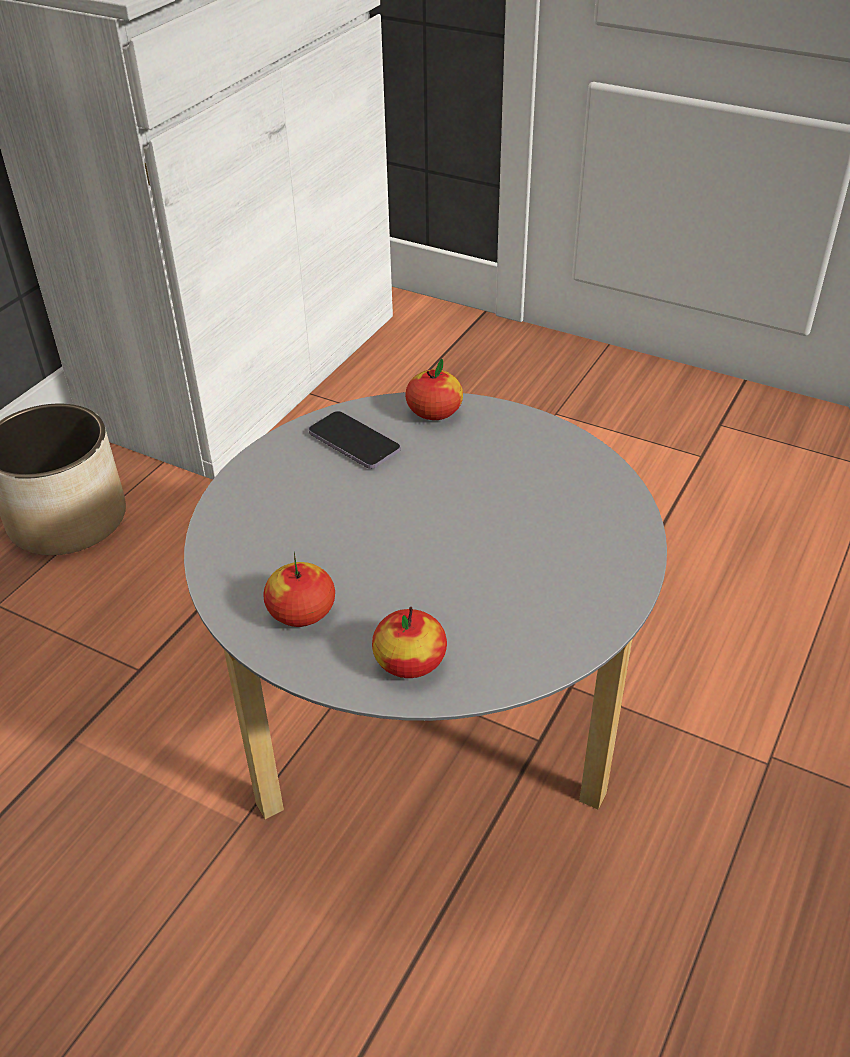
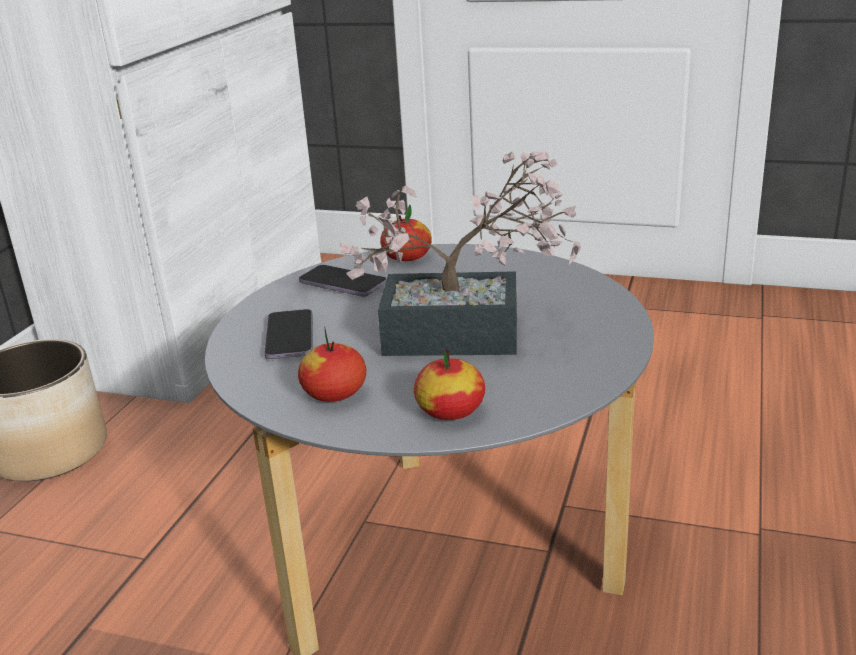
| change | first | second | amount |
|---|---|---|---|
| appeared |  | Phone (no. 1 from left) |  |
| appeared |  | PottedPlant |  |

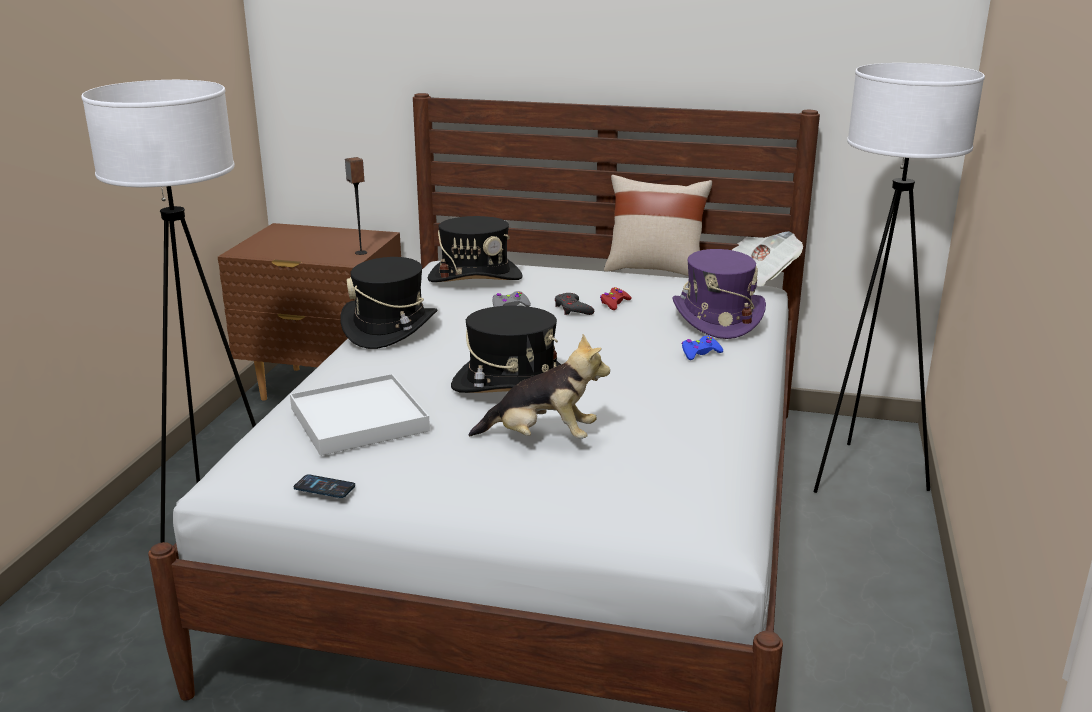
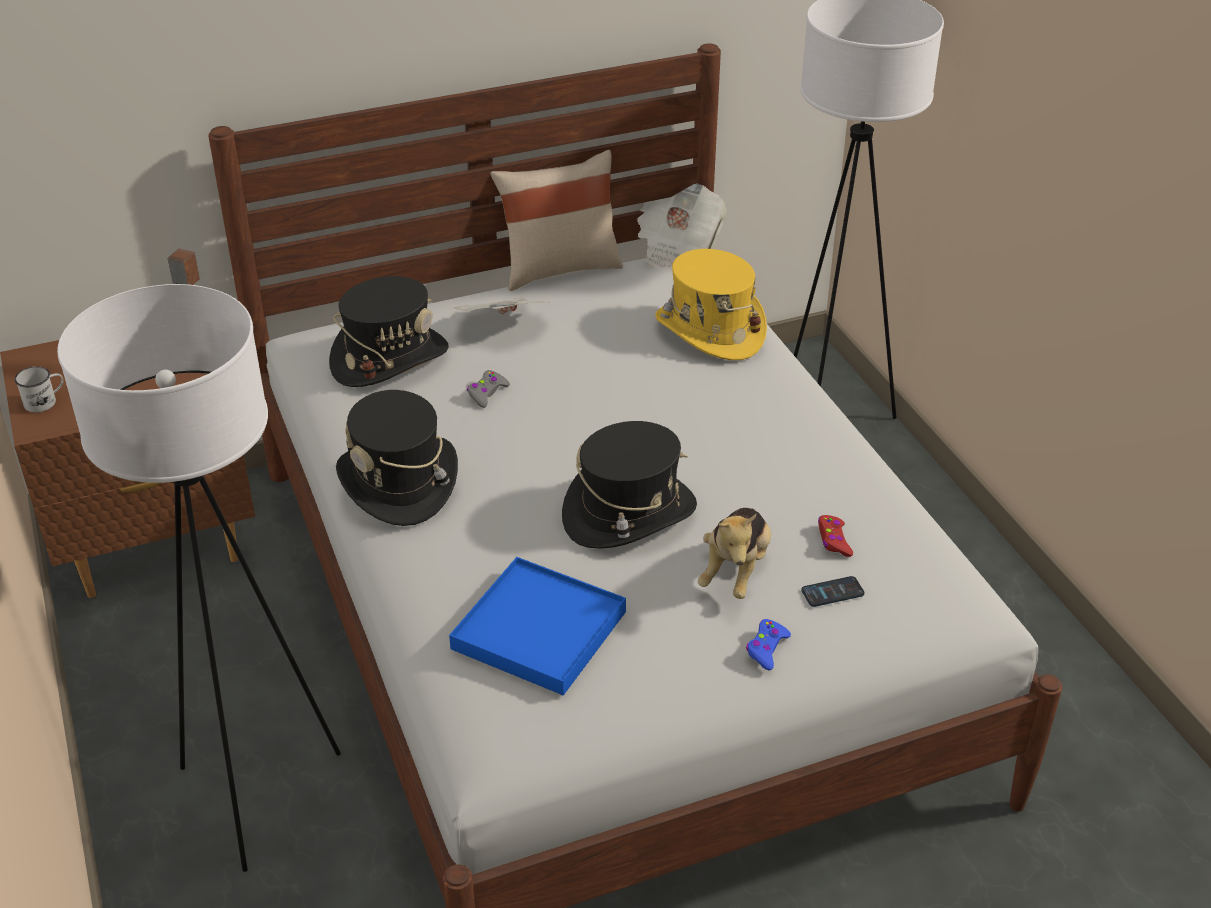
| change | first | second | amount |
|---|---|---|---|
| colour | WhiteTray | BlueTray |  |
| relocated | Phone |  |  |
| spun | PlushToy |  | 135 degrees clockwise |
| missing | GreyGameController (no. 2 from left) |  |  |
| relocated | RedGameController |  |  |
| colour | PurpleHat | YellowHat |  |
| relocated | BlueGameController |  |  |
| appeared |  | WhiteMug |  |
| appeared |  | Newspaper (no. 1 from left) |  |

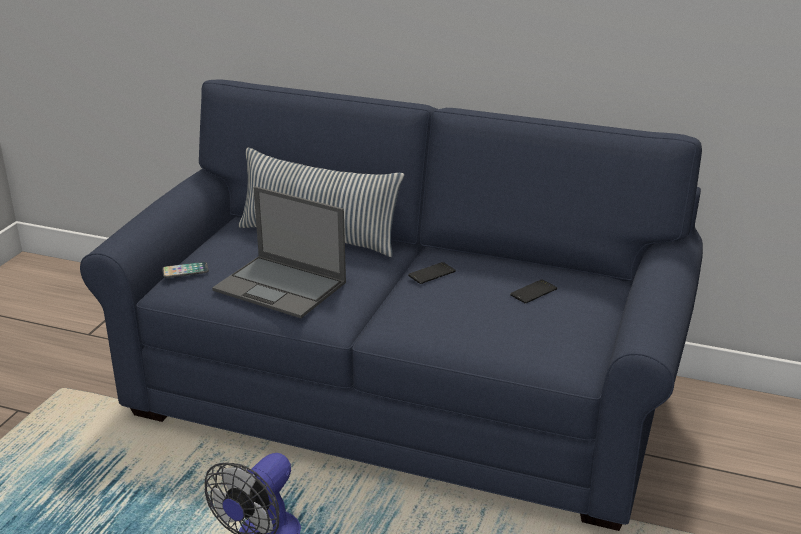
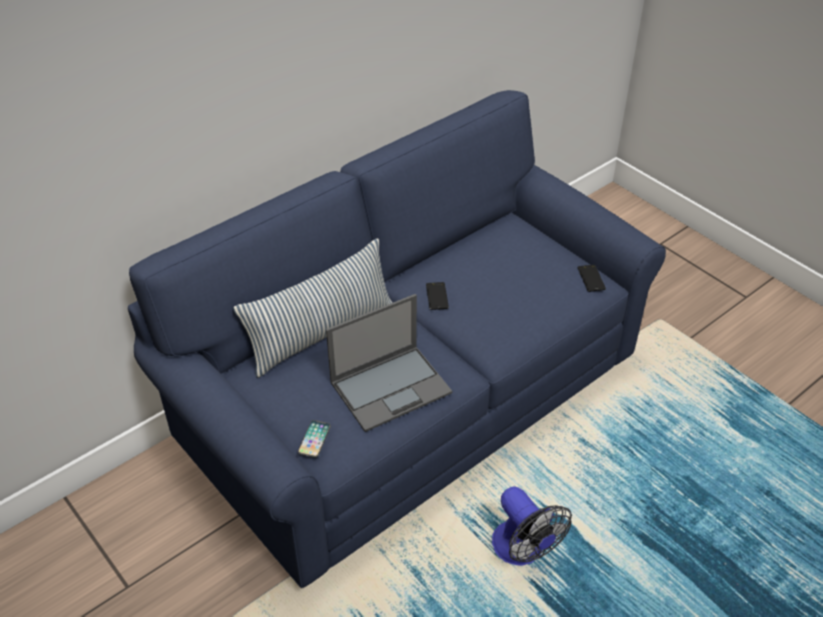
| change | first | second | amount |
|---|---|---|---|
| relocated | Phone (no. 3 from left) |  |  |

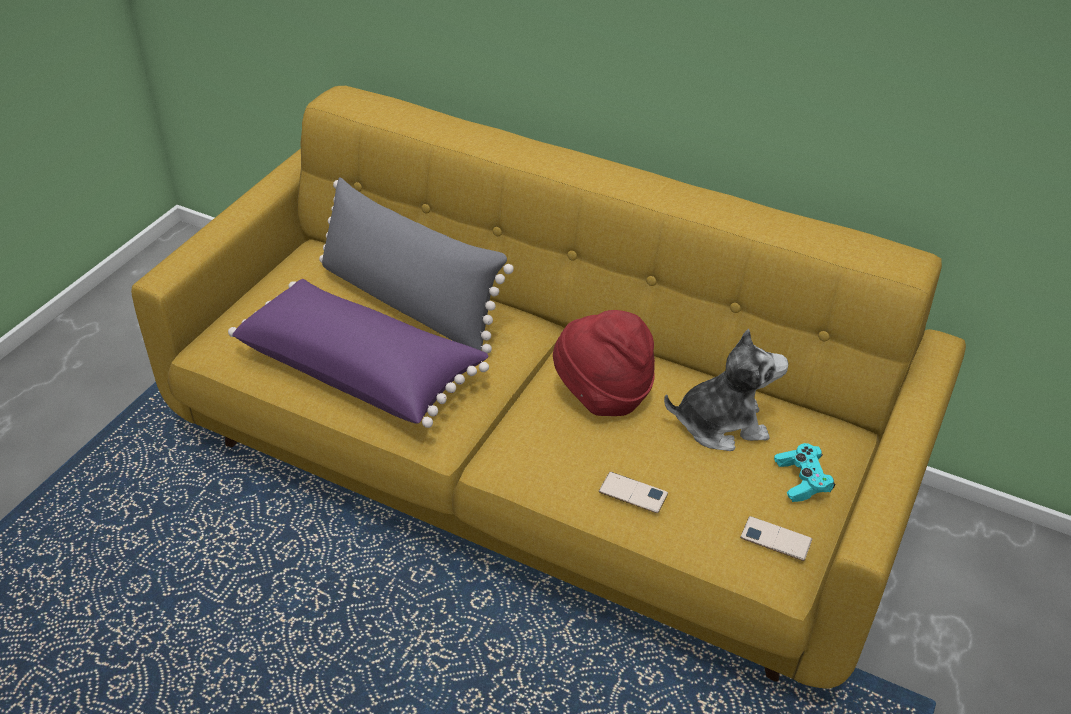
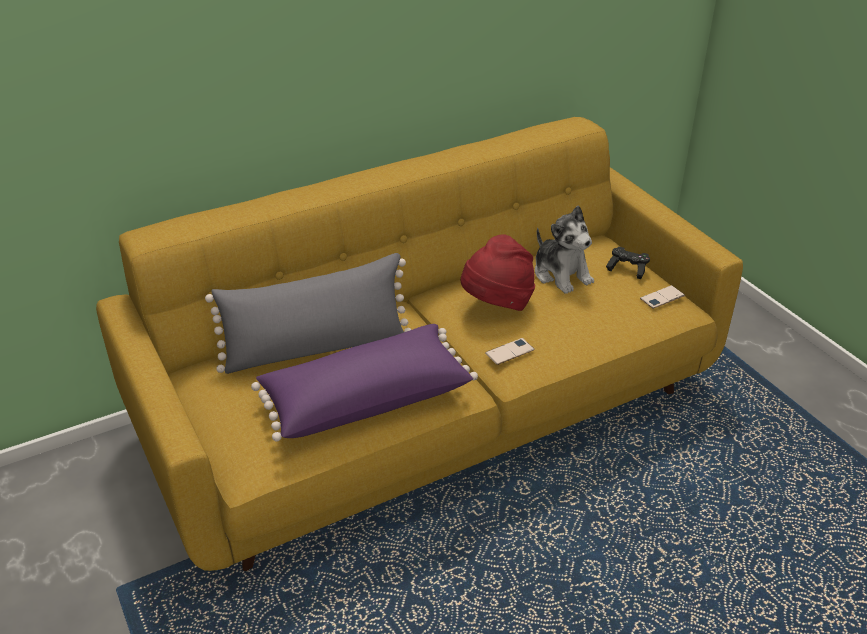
| change | first | second | amount |
|---|---|---|---|
| relocated | Phone (no. 1 from left) |  |  |
| spun | PlushToy |  | 120 degrees clockwise |
| colour | TurquoiseGameController | BlackGameController |  |

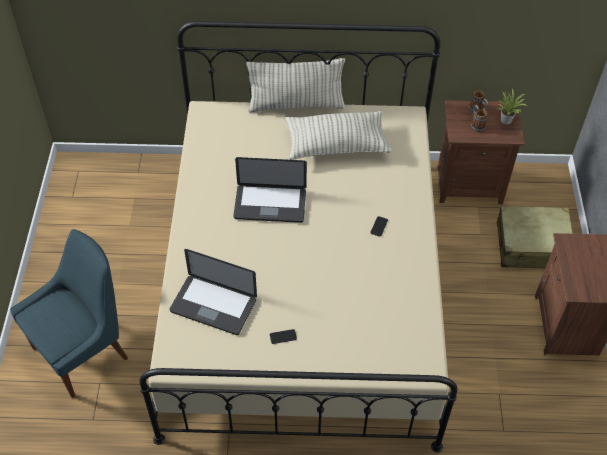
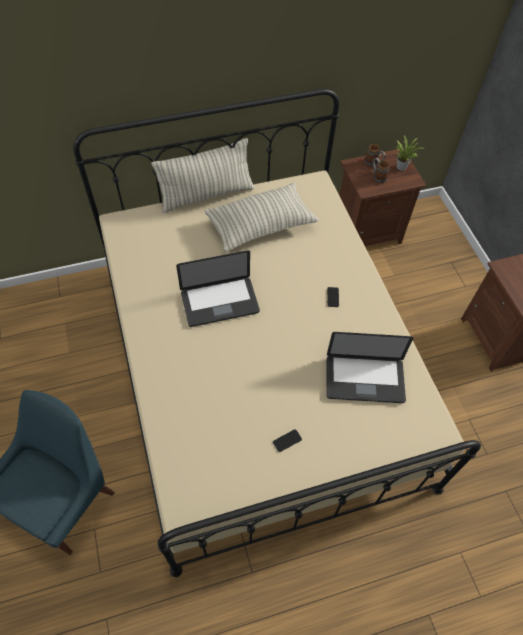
| change | first | second | amount |
|---|---|---|---|
| relocated | Laptop (no. 1 from left in the first image) | Laptop (no. 2 from left) |  |
| missing | BeigeSuitcase |  |  |

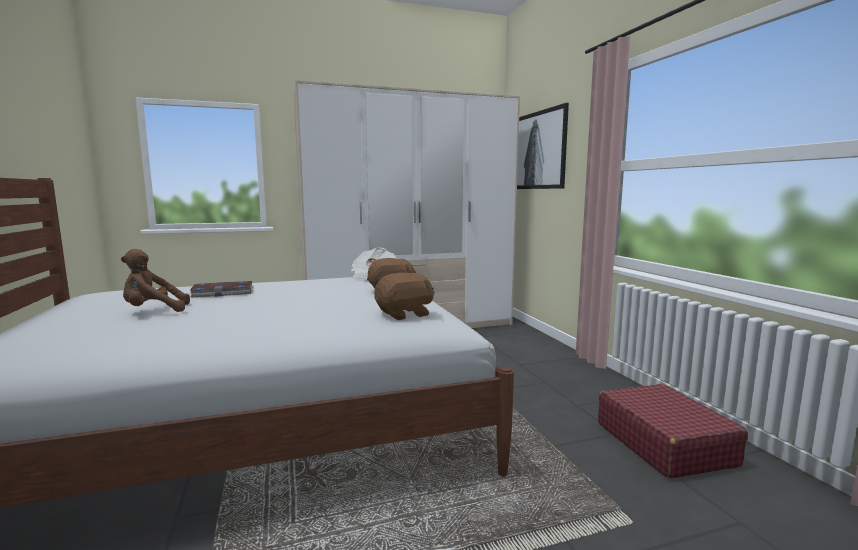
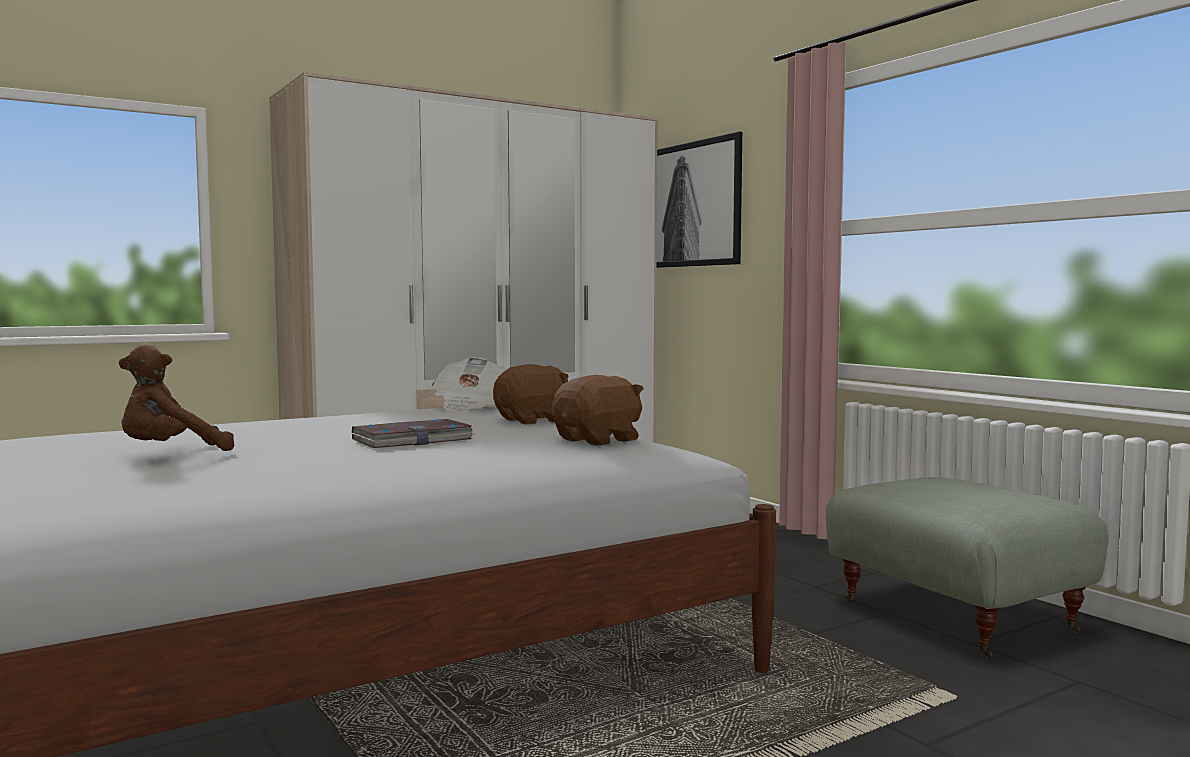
| change | first | second | amount |
|---|---|---|---|
| relocated | Book |  |  |
| exchanged | RedSuitcase | GreyOttoman |  |

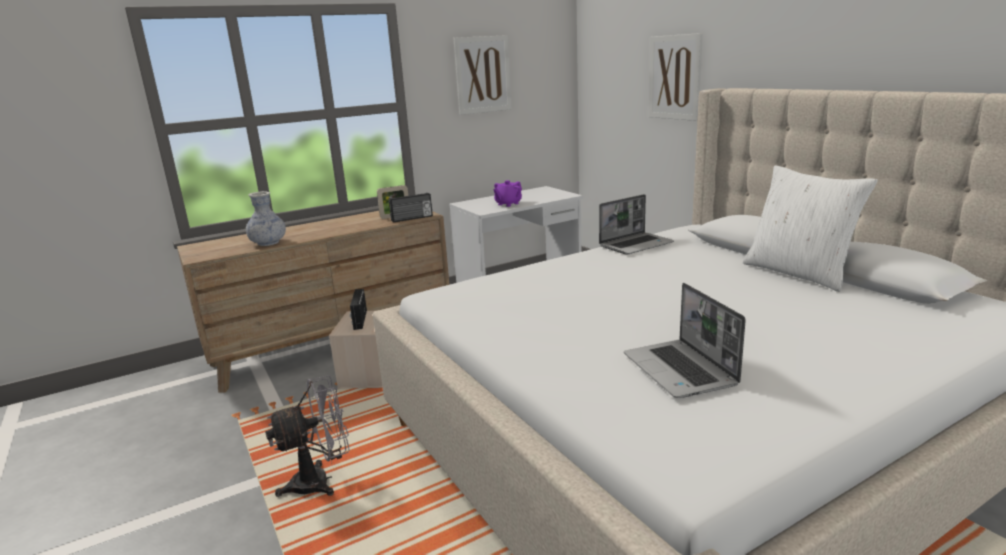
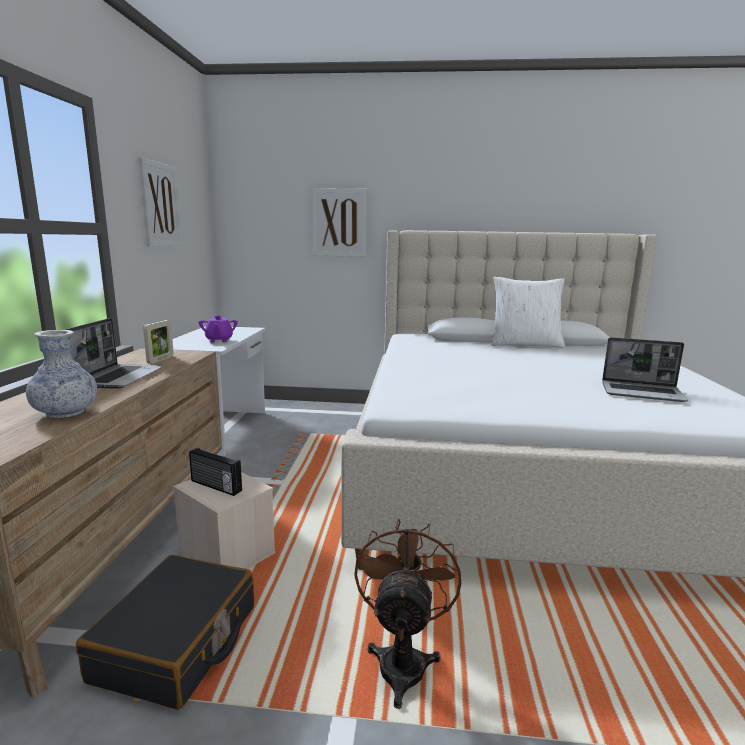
| change | first | second | amount |
|---|---|---|---|
| colour | GreyFan | BrownFan |  |
| missing | Radio (no. 2 from left) |  |  |
| relocated | Laptop (no. 1 from left) |  |  |
| appeared |  | BlackSuitcase |  |

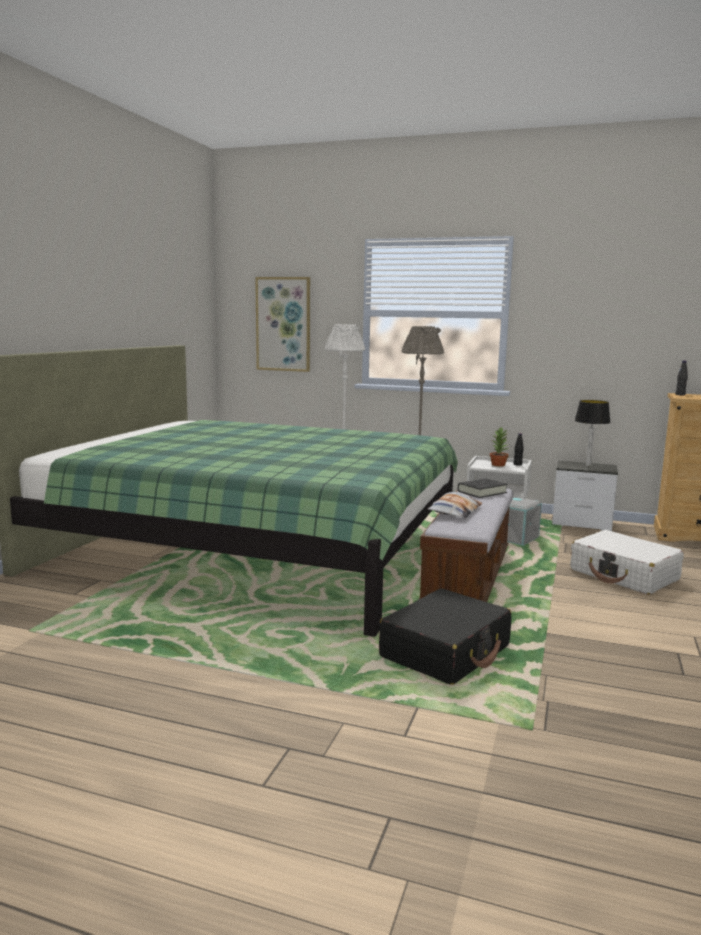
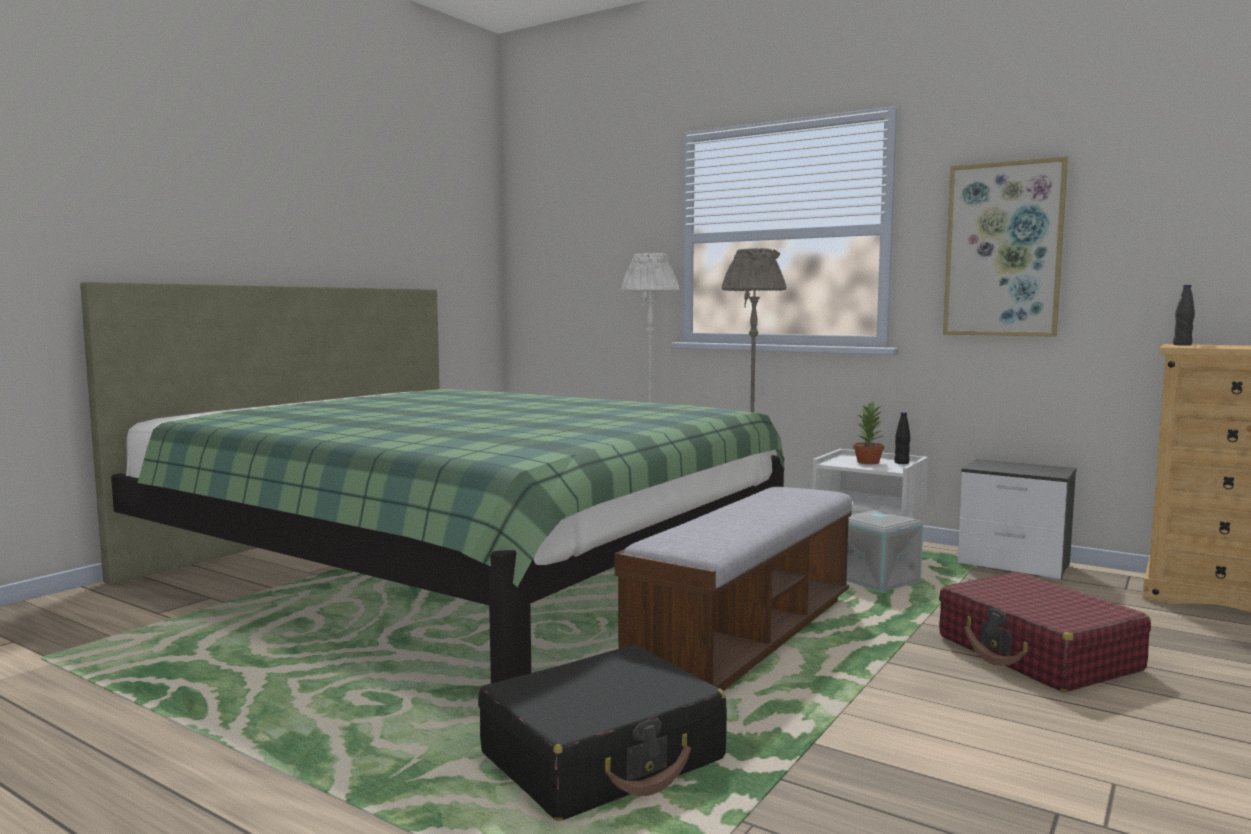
| change | first | second | amount |
|---|---|---|---|
| relocated | Picture |  |  |
| missing | Pillow |  |  |
| missing | BlackBook |  |  |
| colour | WhiteSuitcase | RedSuitcase |  |
| missing | TableLamp |  |  |

